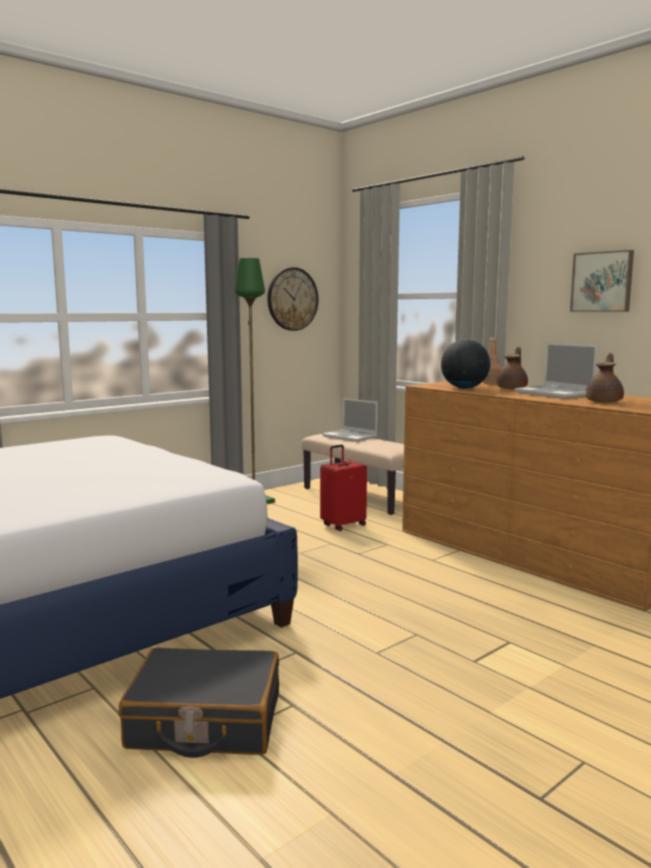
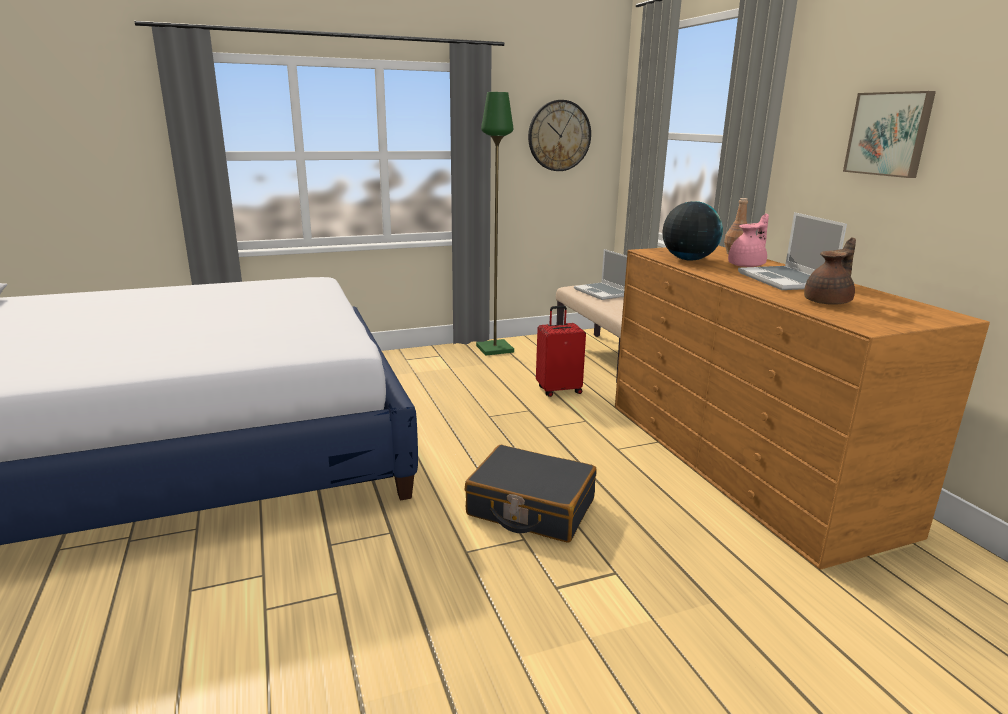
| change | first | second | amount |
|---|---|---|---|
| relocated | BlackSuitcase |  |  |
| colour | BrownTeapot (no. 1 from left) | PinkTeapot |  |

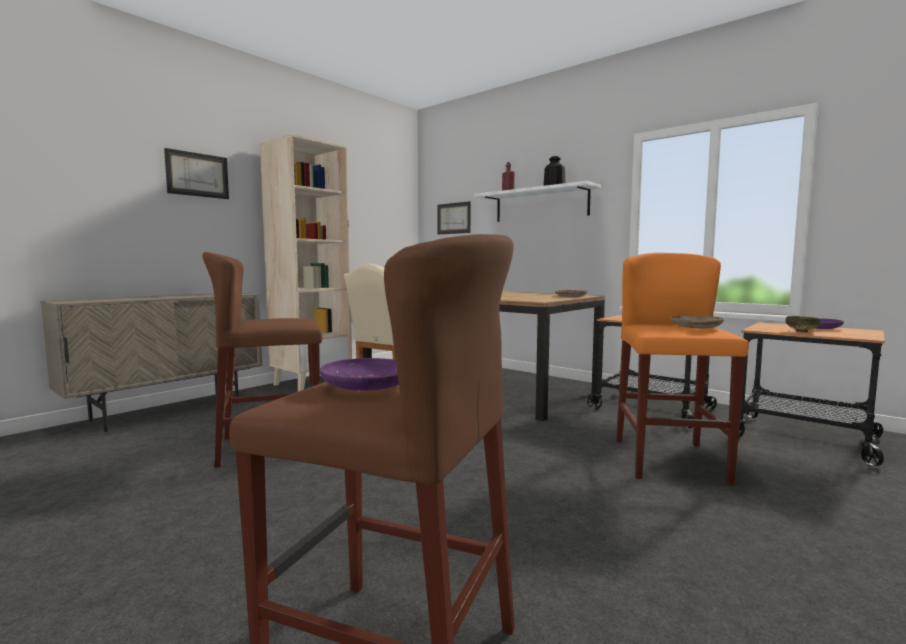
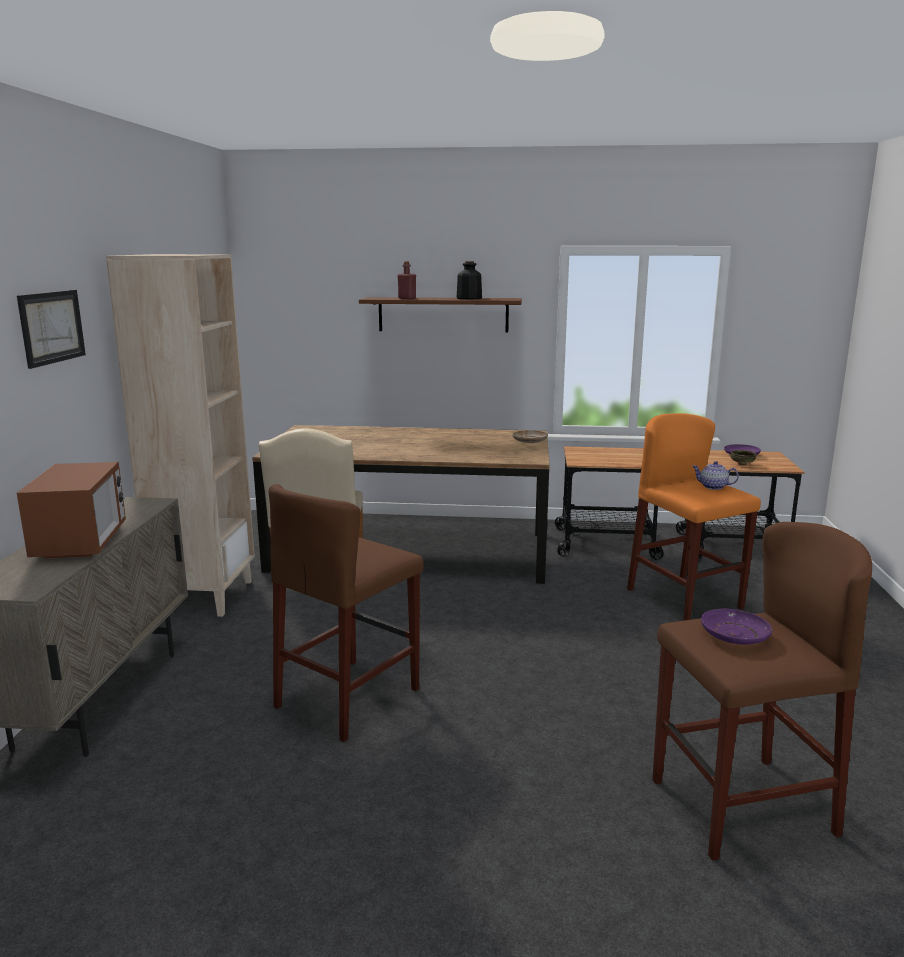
| change | first | second | amount |
|---|---|---|---|
| missing | Picture (no. 2 from left) |  |  |
| colour | WhiteShelf | BrownShelf |  |
| exchanged | BeigePlate (no. 2 from left) | Teapot |  |
| appeared |  | Microwave |  |

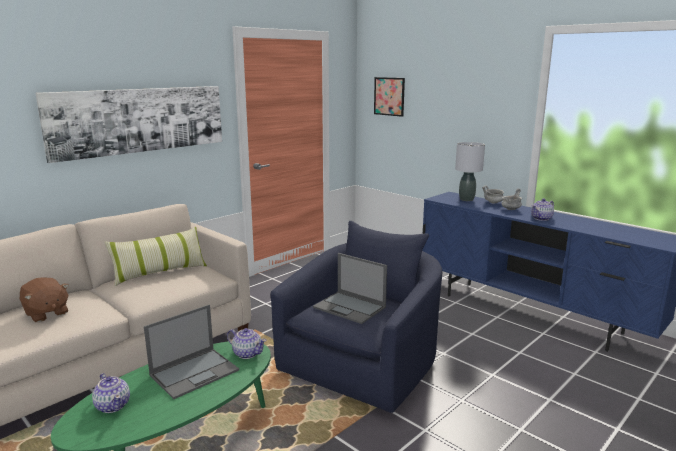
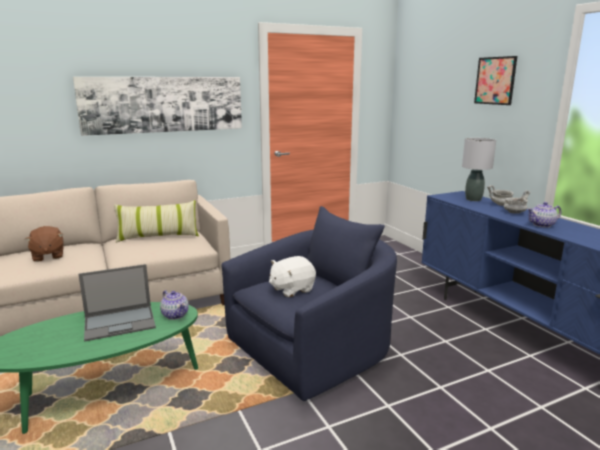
| change | first | second | amount |
|---|---|---|---|
| missing | Teapot (no. 1 from left) |  |  |
| exchanged | Laptop (no. 2 from left) | WhitePlushToy |  |
| relocated | Picture (no. 2 from left) |  |  |

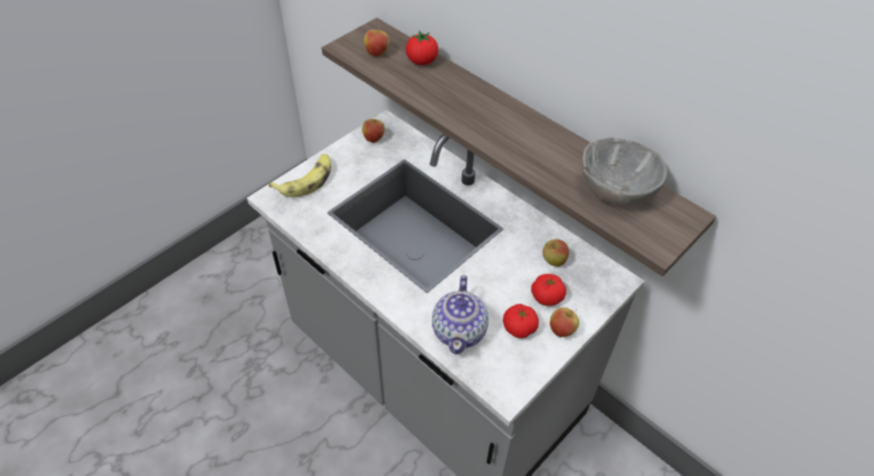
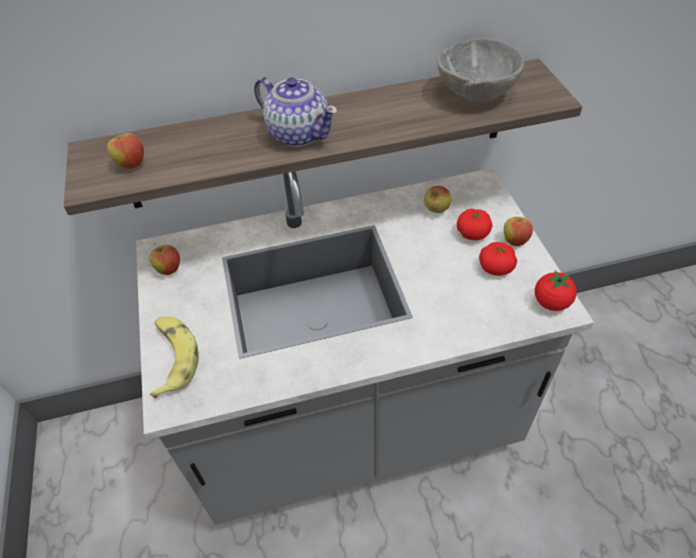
| change | first | second | amount |
|---|---|---|---|
| relocated | Tomato (no. 1 from left in the first image) | Tomato (no. 3 from left) |  |
| relocated | Teapot |  |  |

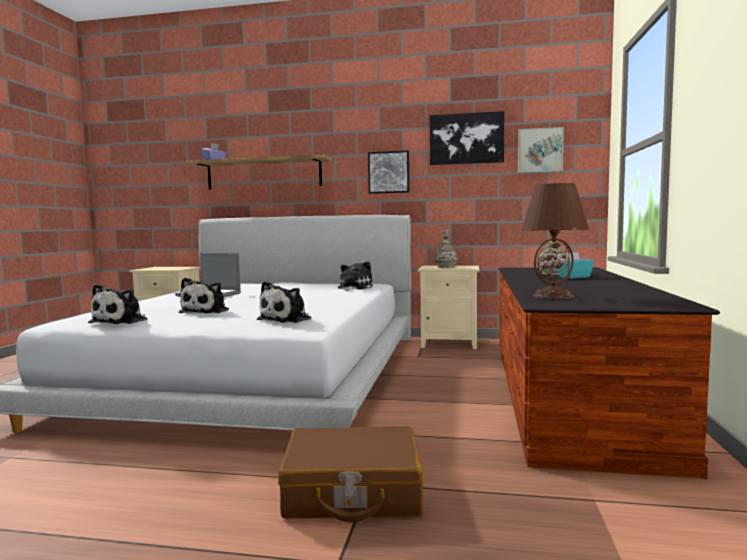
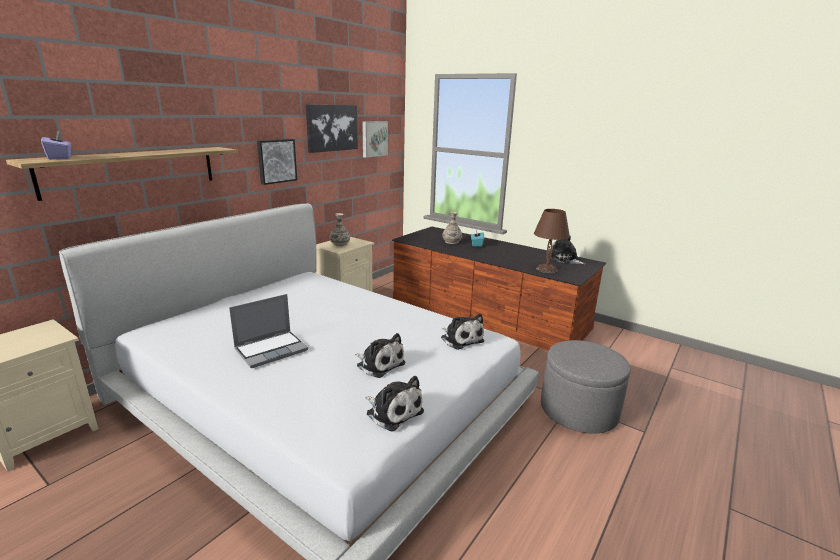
| change | first | second | amount |
|---|---|---|---|
| exchanged | BrownSuitcase | GreyOttoman |  |
| relocated | PlushToy (no. 4 from left) |  |  |

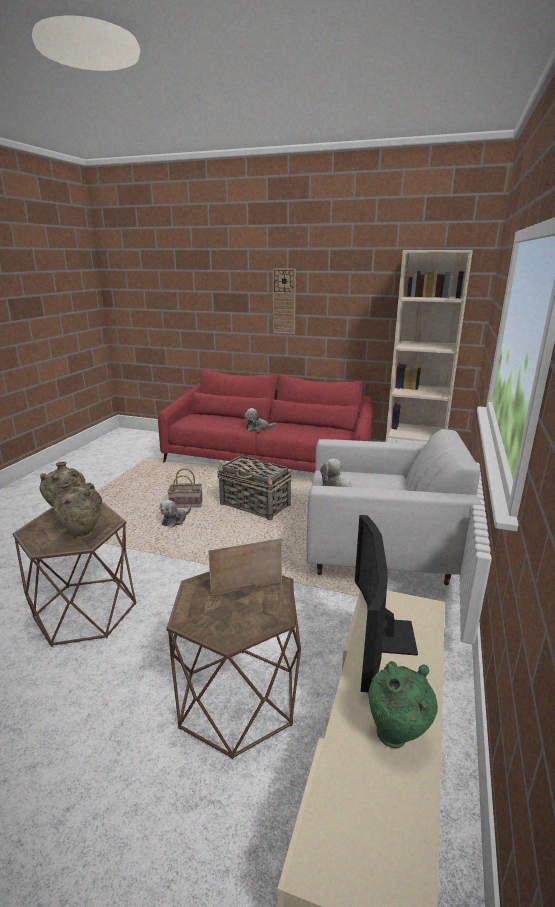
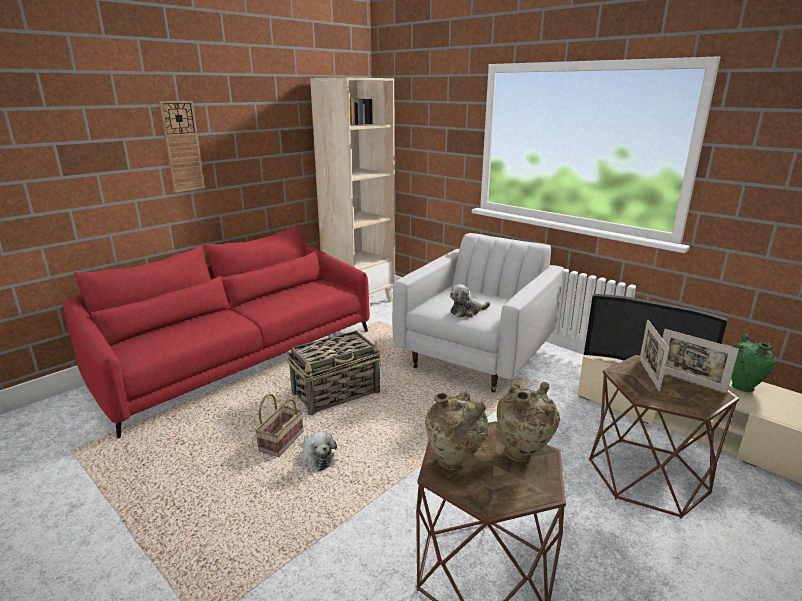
| change | first | second | amount |
|---|---|---|---|
| missing | PlushToy (no. 2 from left) |  |  |
| appeared |  | PictureFrame (no. 2 from left) |  |

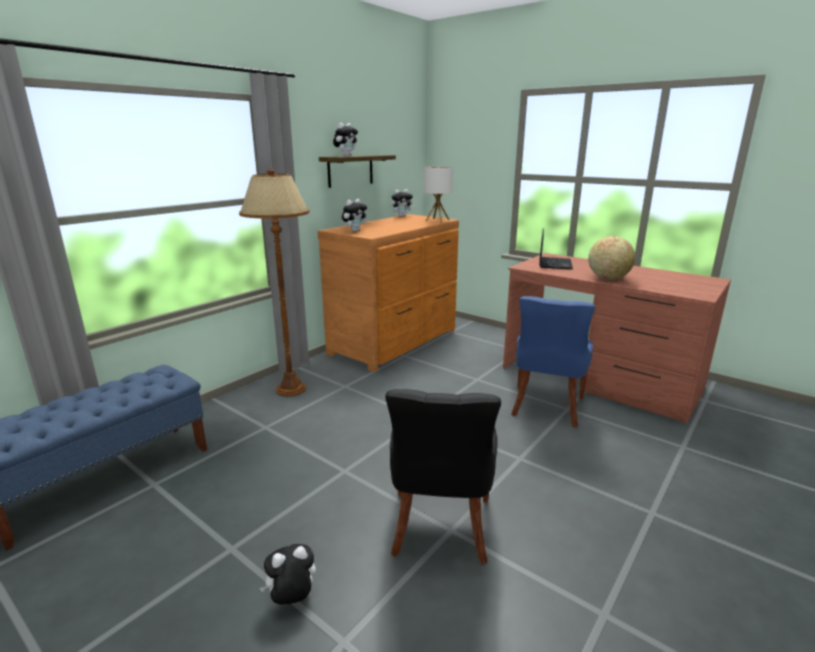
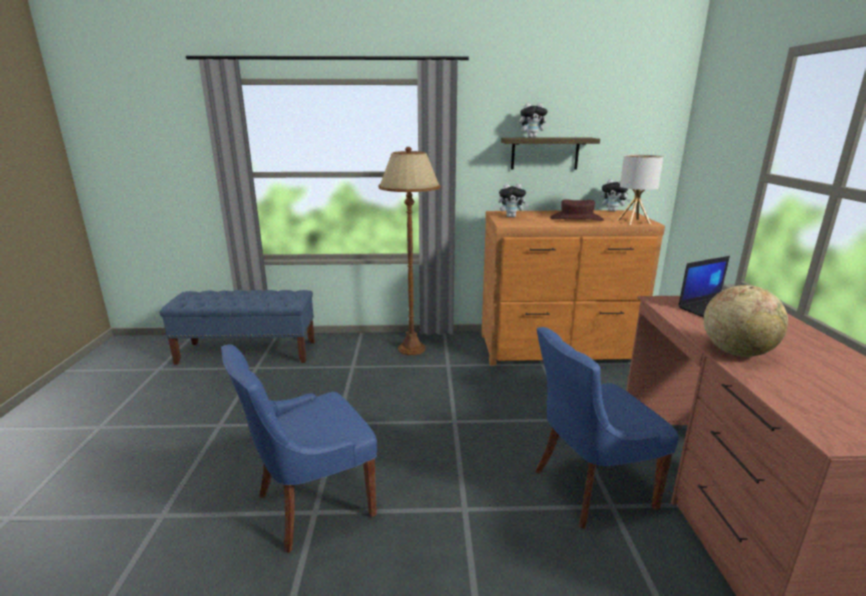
| change | first | second | amount |
|---|---|---|---|
| missing | PlushToy (no. 1 from left) |  |  |
| colour | BlackChair | BlueChair (no. 1 from left) |  |
| appeared |  | BrownHat |  |

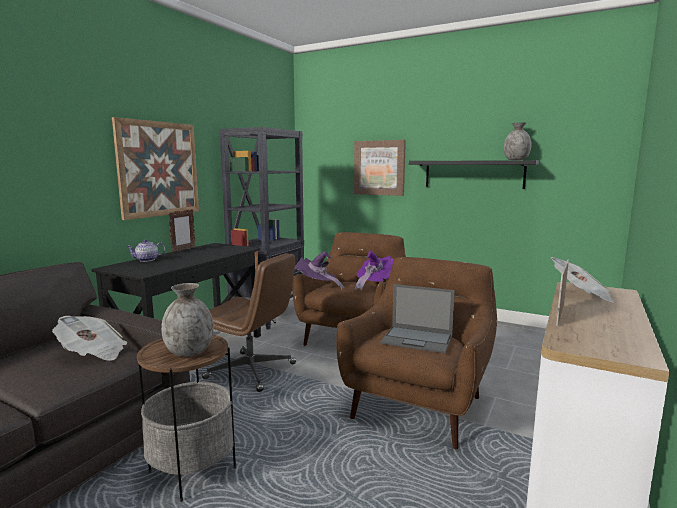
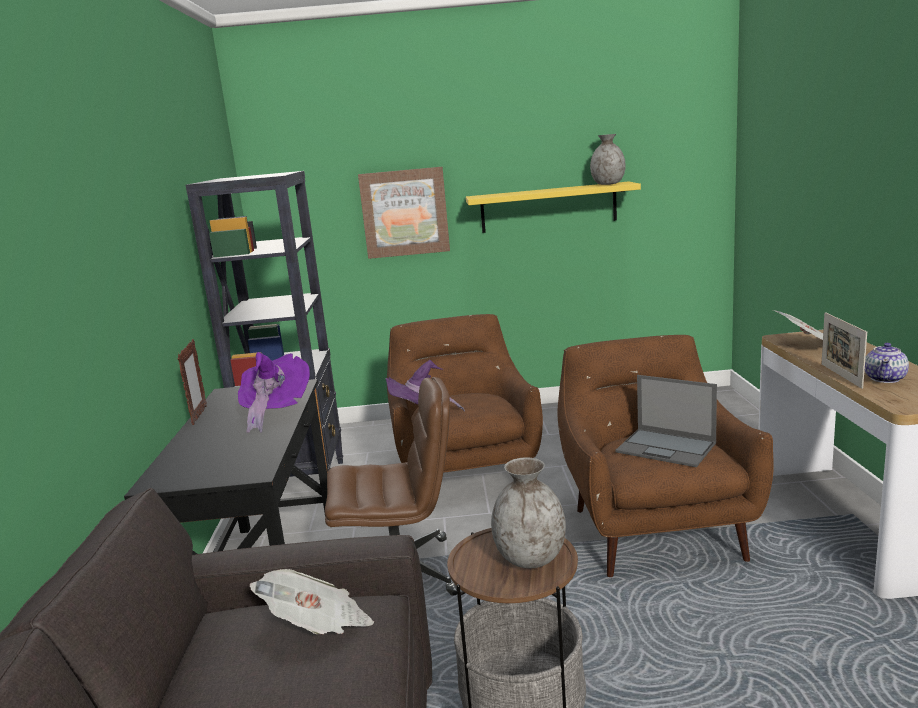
| change | first | second | amount |
|---|---|---|---|
| missing | Picture (no. 1 from left) |  |  |
| relocated | Teapot |  |  |
| relocated | PurpleHat (no. 2 from left in the first image) | PurpleHat (no. 1 from left) |  |
| spun | Laptop |  | 45 degrees clockwise |
| colour | BlackShelf | YellowShelf |  |

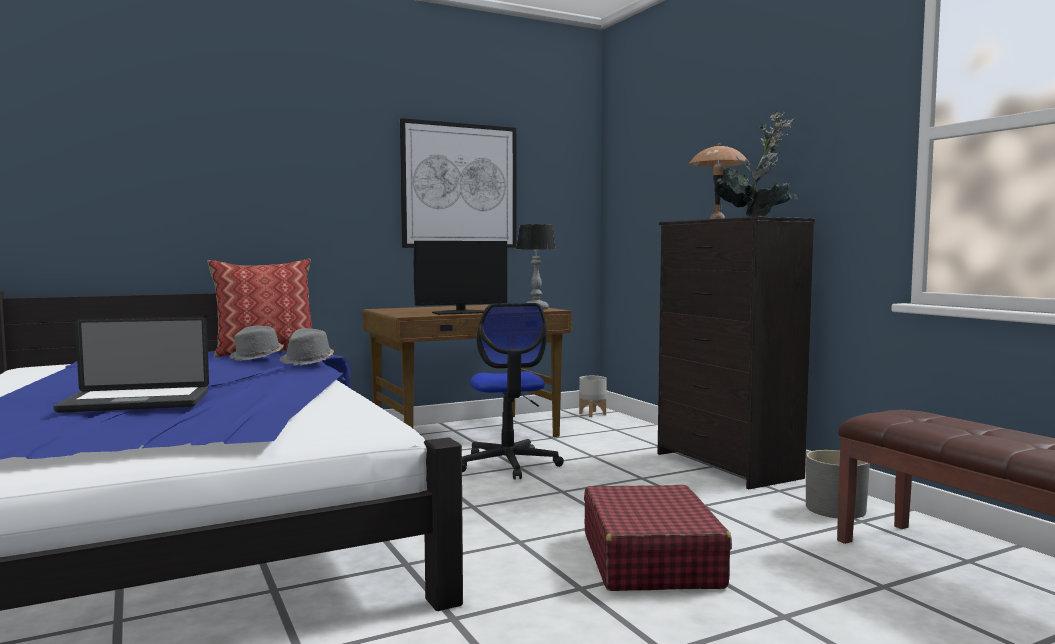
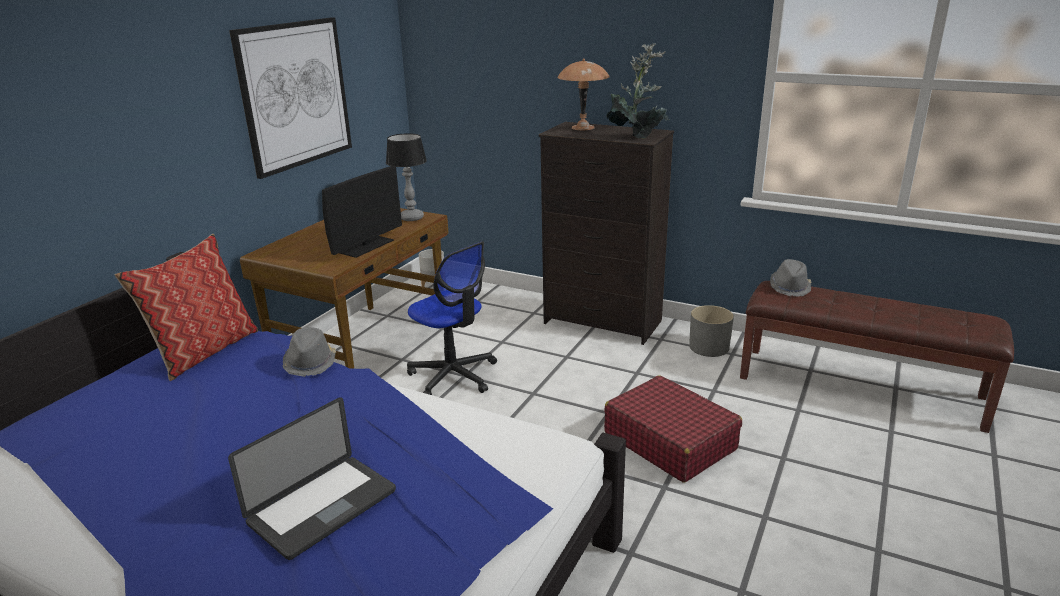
| change | first | second | amount |
|---|---|---|---|
| relocated | GreyHat (no. 1 from left in the first image) | GreyHat (no. 2 from left) |  |

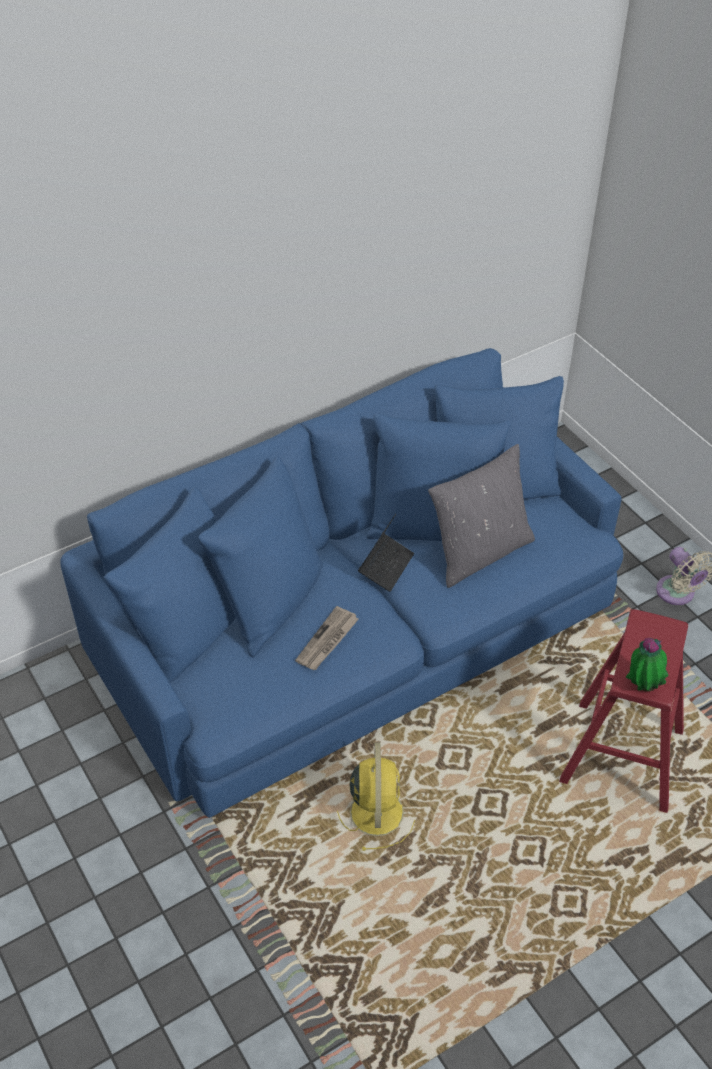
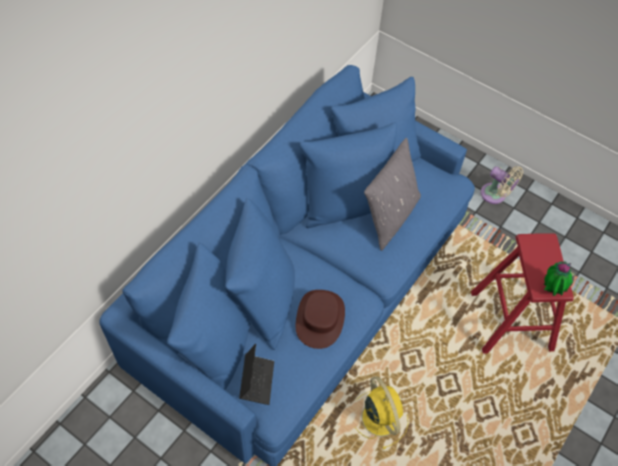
| change | first | second | amount |
|---|---|---|---|
| exchanged | Newspaper | BrownHat |  |
| relocated | Laptop |  |  |

